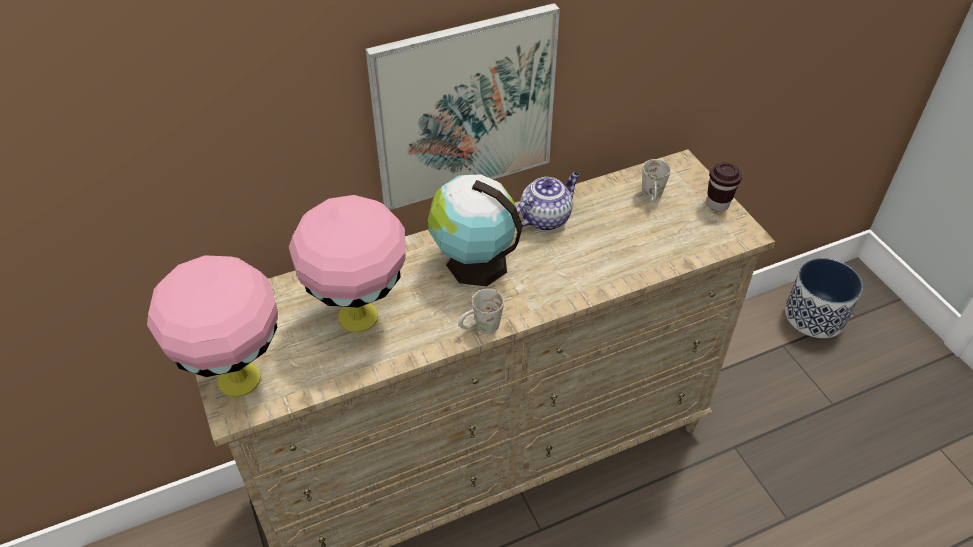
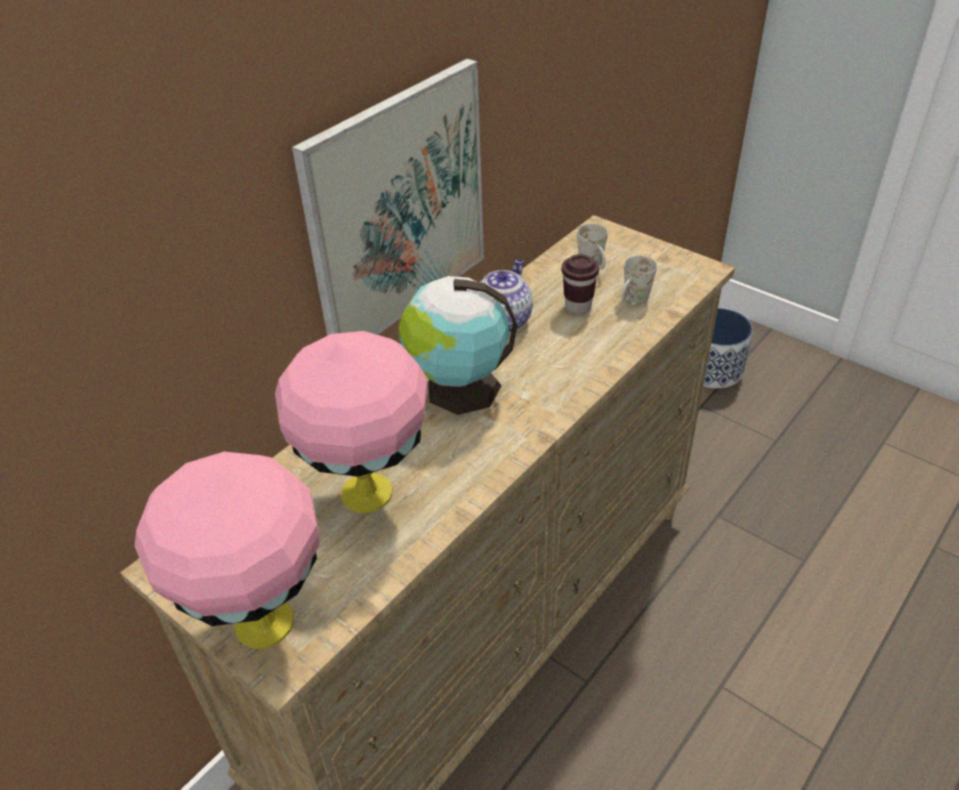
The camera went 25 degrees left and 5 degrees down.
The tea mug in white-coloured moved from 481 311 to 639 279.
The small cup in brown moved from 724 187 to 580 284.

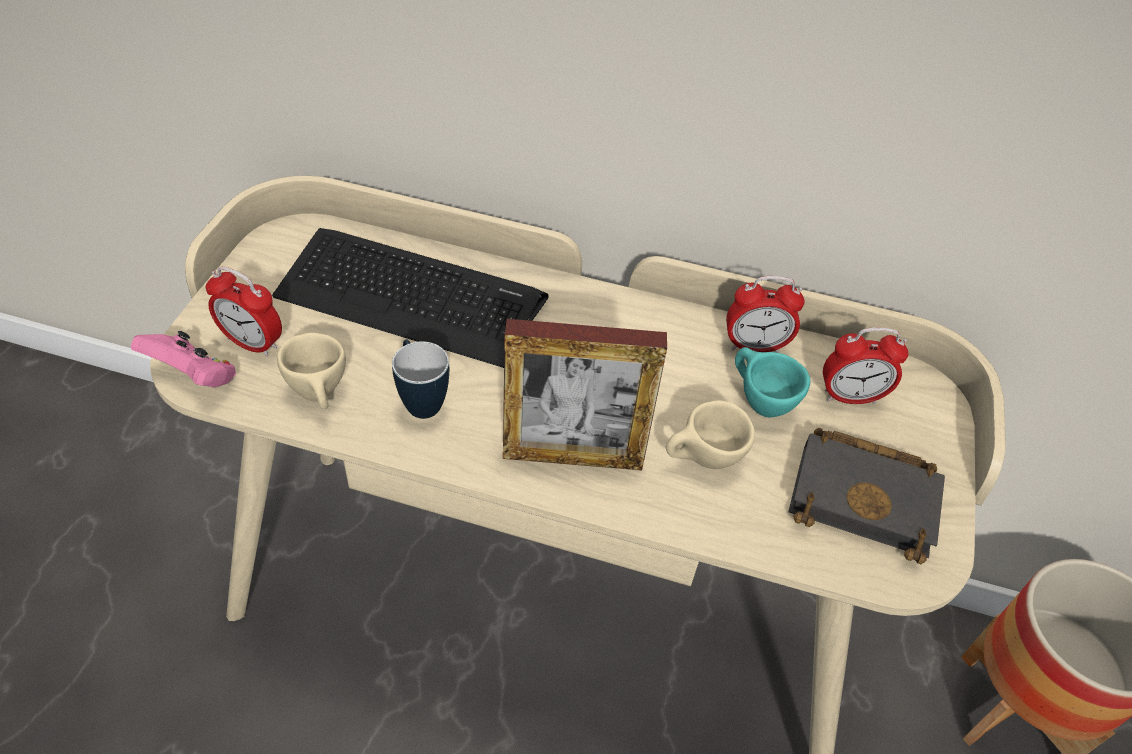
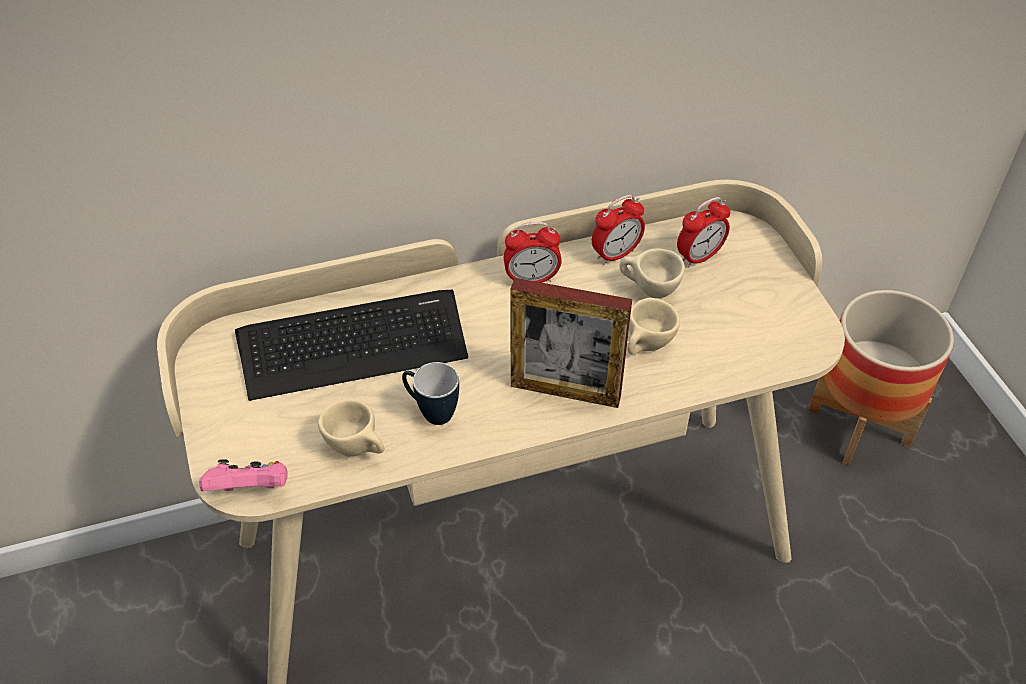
The camera went 30 degrees left and 0 degrees up.
The book in black at 866 496 disappeared.
The alarm clock moved from 243 312 to 533 252.
The small cup in turquoise-coloured at 773 382 became the small cup in beige-coloured at 652 274.
The standing frame at 585 394 turned 45 degrees clockwise.

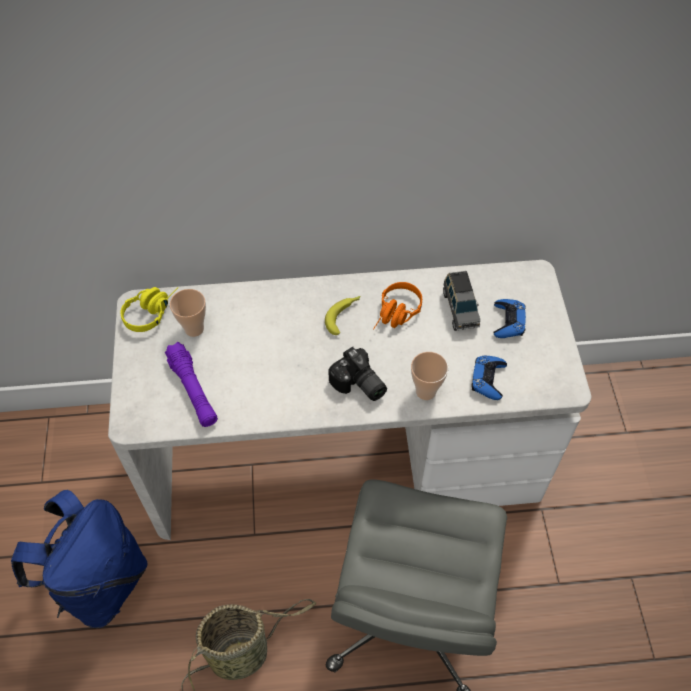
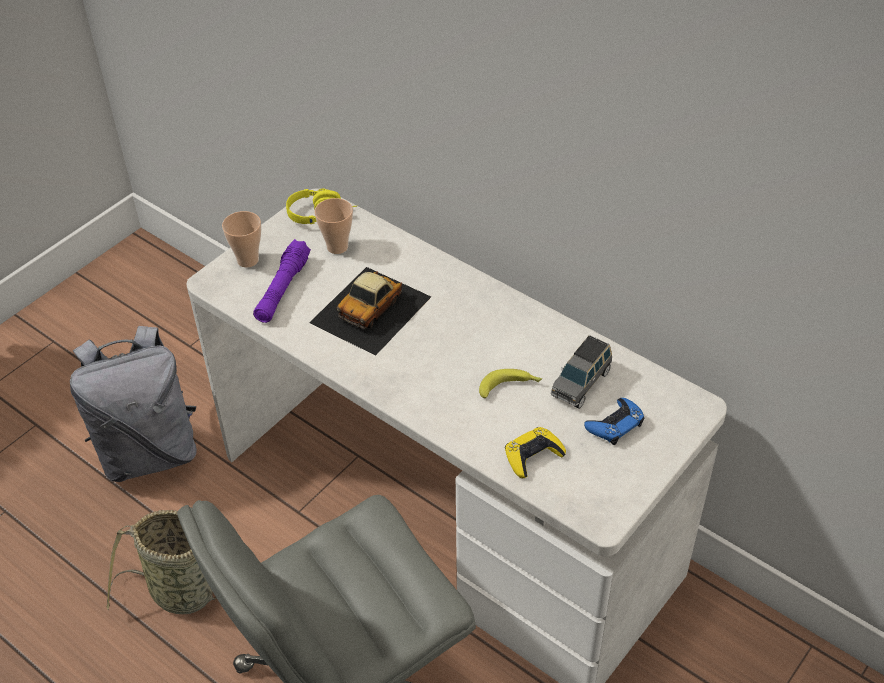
The camera went 45 degrees right and 10 degrees down.
The still camera at 357 374 disappeared.
The headphones in orange at 397 306 disappeared.
The toy car at 370 311 appeared.
The whole banana moved from 342 315 to 510 383.
The small cup moved from 429 376 to 241 239.
The rucksack in bluish at 79 559 became the rucksack in greyish at 133 404.
The game controller in bluish at 489 377 became the game controller in yellowish at 535 452.

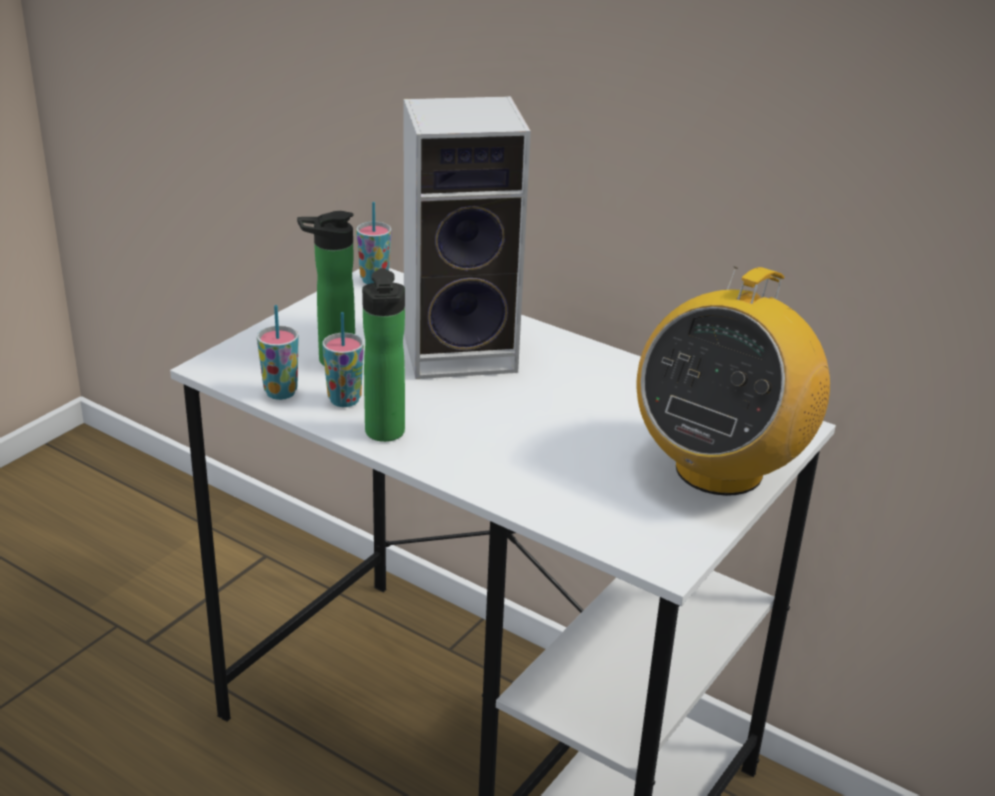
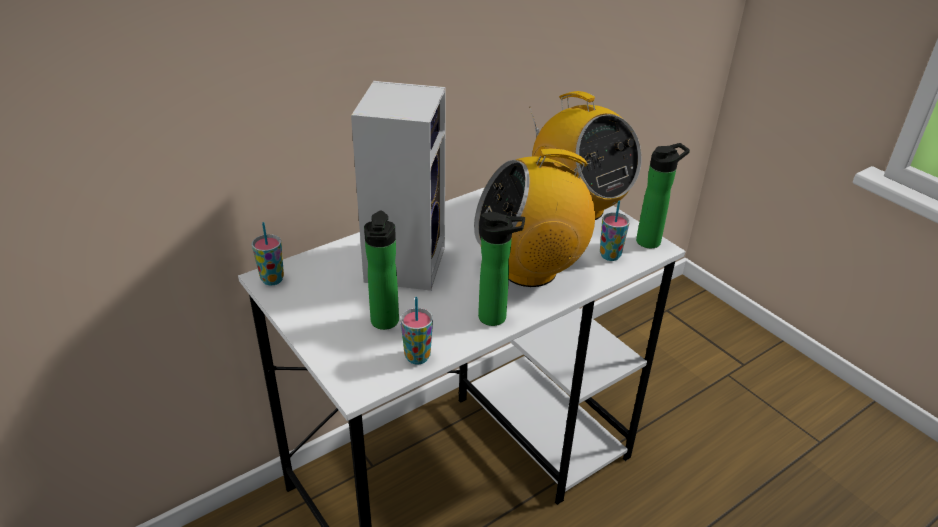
The camera went 70 degrees left and 5 degrees up.
The radio set at 534 218 appeared.
The bottle at 663 195 appeared.
The small cup moved from 343 359 to 615 230.

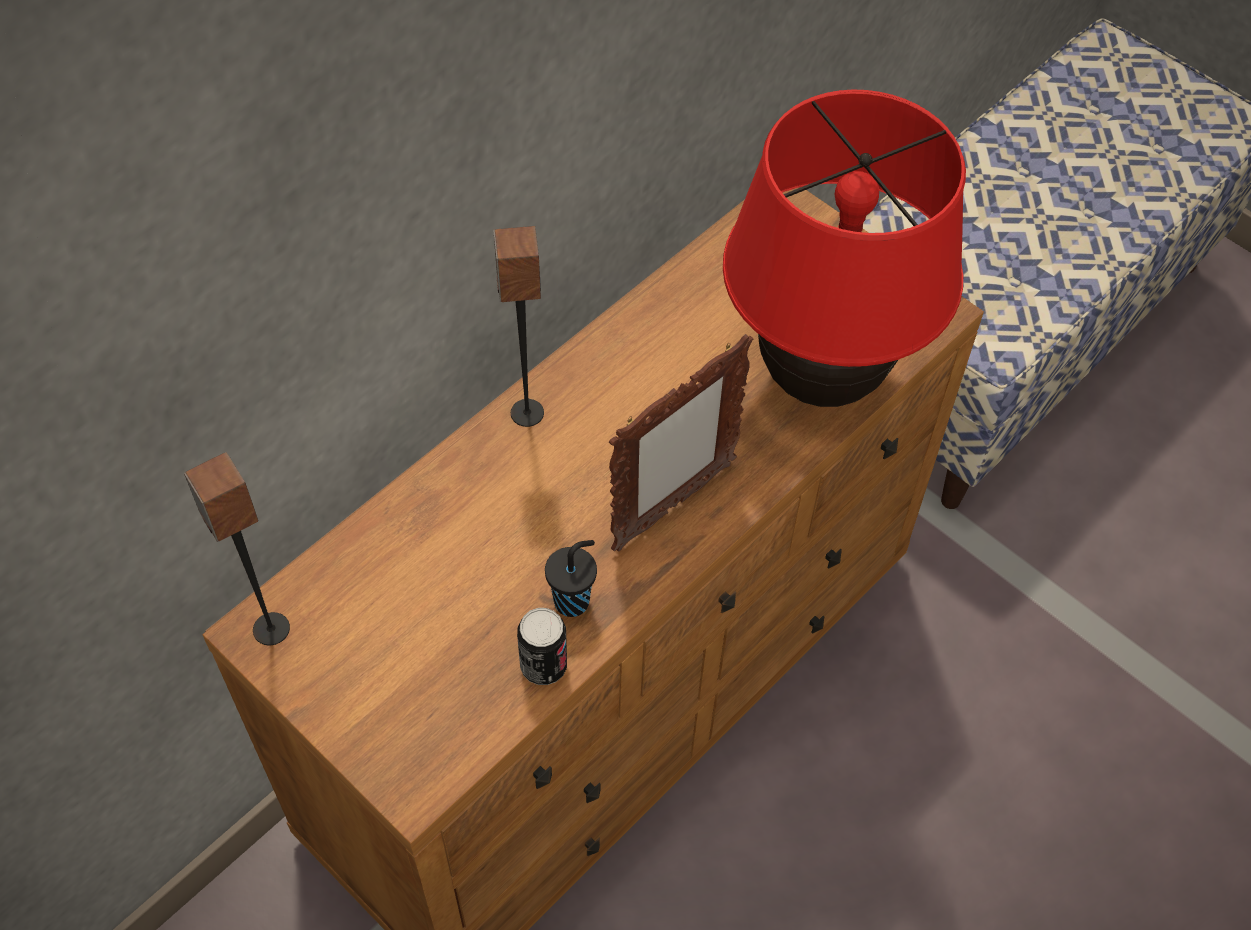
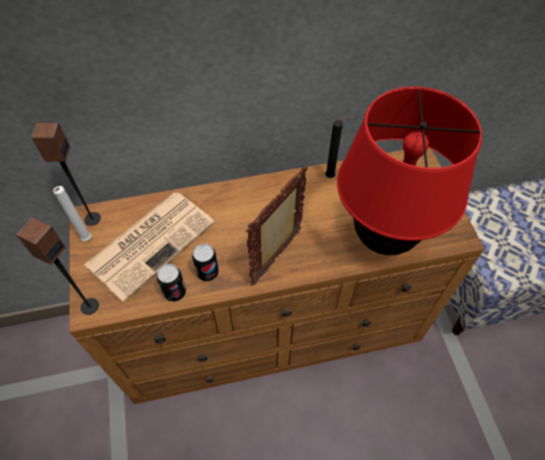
The camera went 35 degrees right and 0 degrees up.
The candle in white-coloured at 72 213 appeared.
The newspaper at 149 247 appeared.
The candle in black at 337 147 appeared.
The audio speaker moved from 518 326 to 57 266.
The small cup in black at 571 578 was replaced by the can at 205 262.
The standing frame at 681 443 turned 135 degrees clockwise.

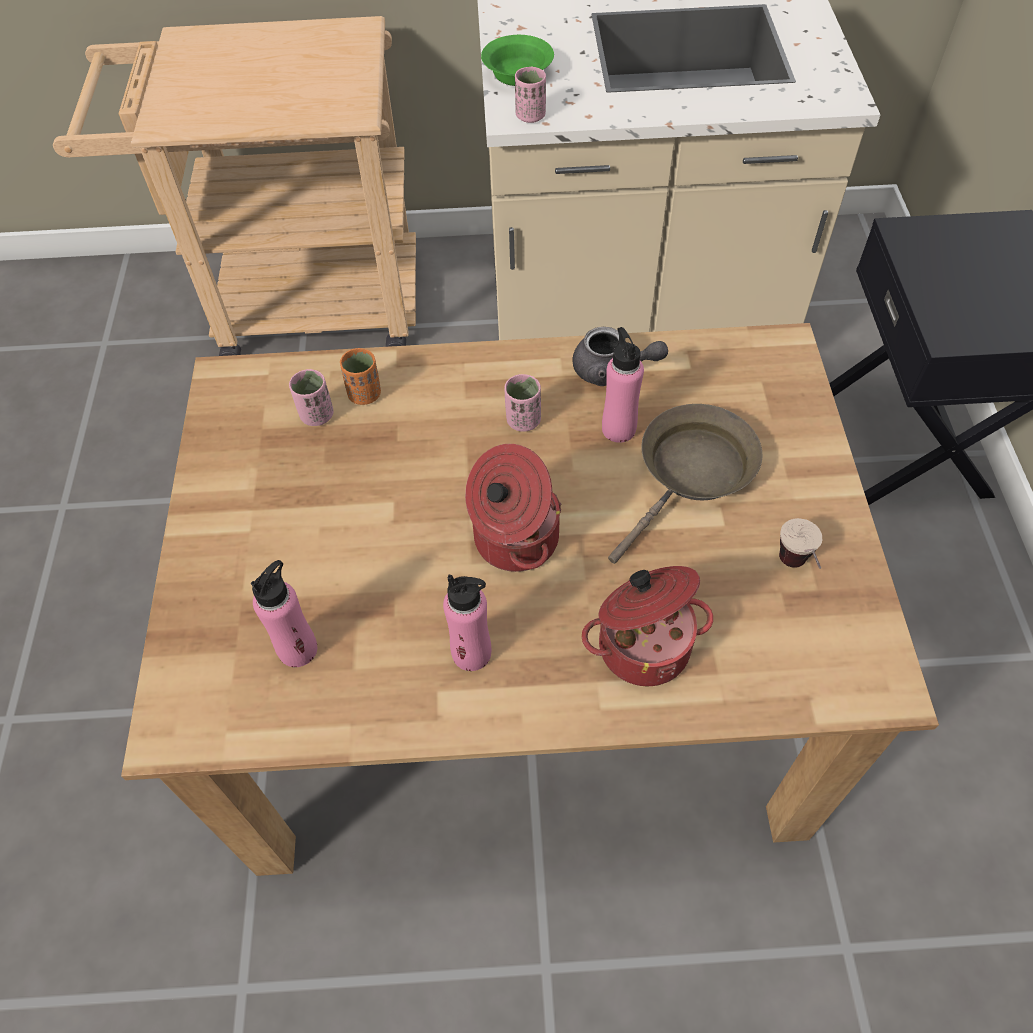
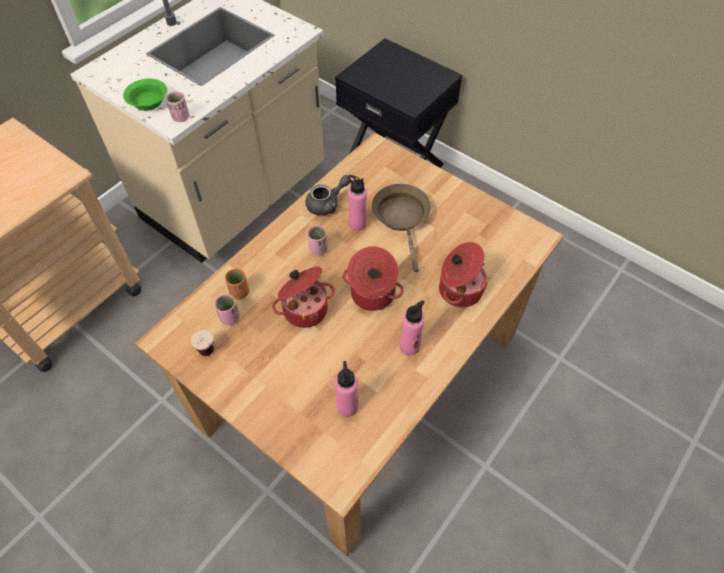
The camera went 50 degrees left and 0 degrees up.
The saucepot at 303 297 appeared.
The small cup moved from 800 543 to 205 343.

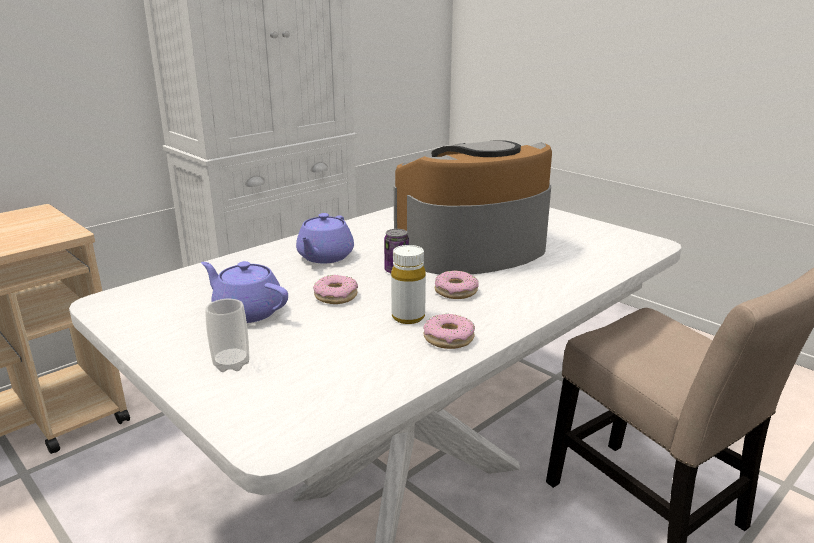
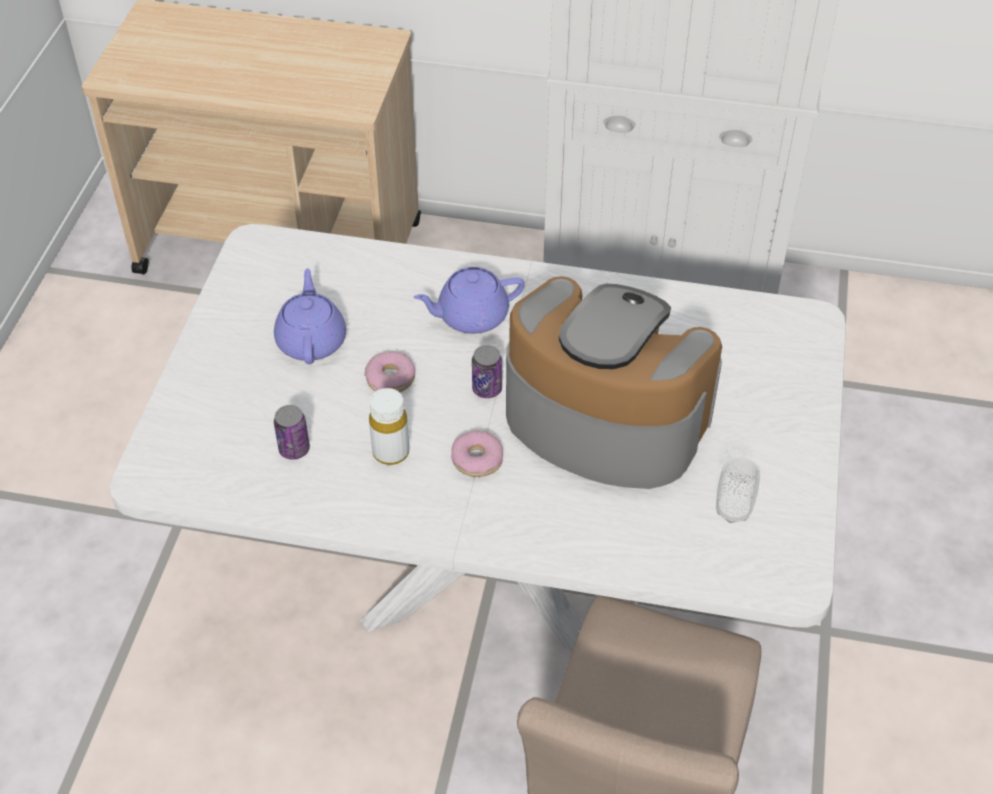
The camera went 55 degrees right and 25 degrees up.
The doughnut at 449 331 disappeared.
The can at 292 432 appeared.
The small cup moved from 227 335 to 738 490.

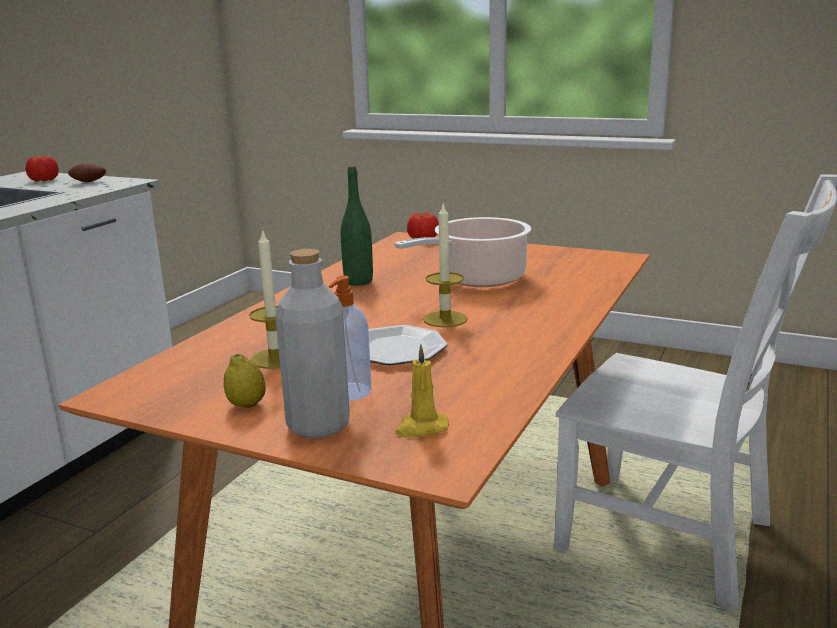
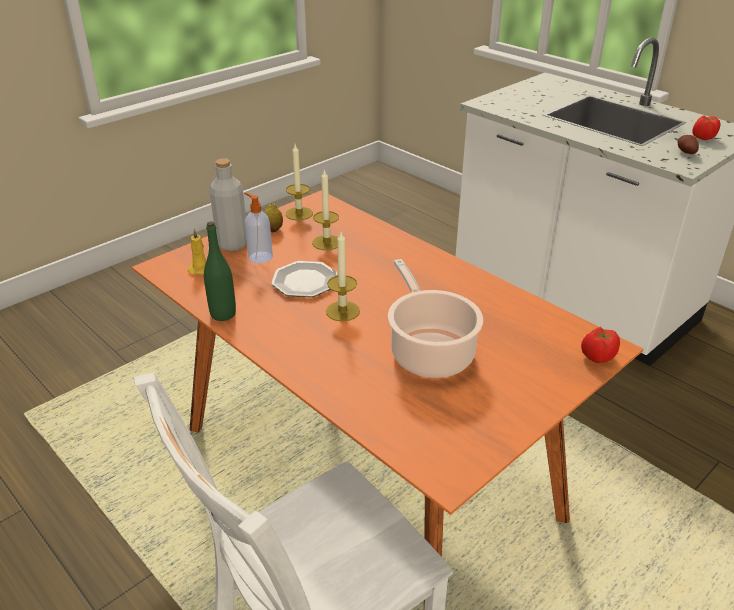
The camera went 110 degrees right and 15 degrees up.
The candle at 299 183 appeared.
The bottle in green-coloured moved from 357 226 to 220 271.

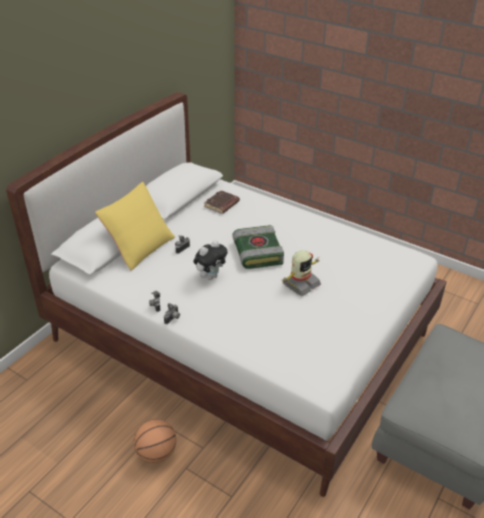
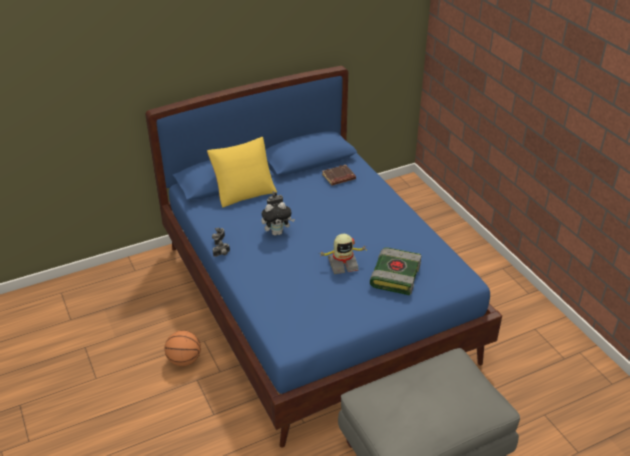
The camera went 30 degrees right and 0 degrees up.
The book moved from 258 247 to 395 271.
The bed in white-coloured at 226 294 became the bed in bluish at 323 257.

